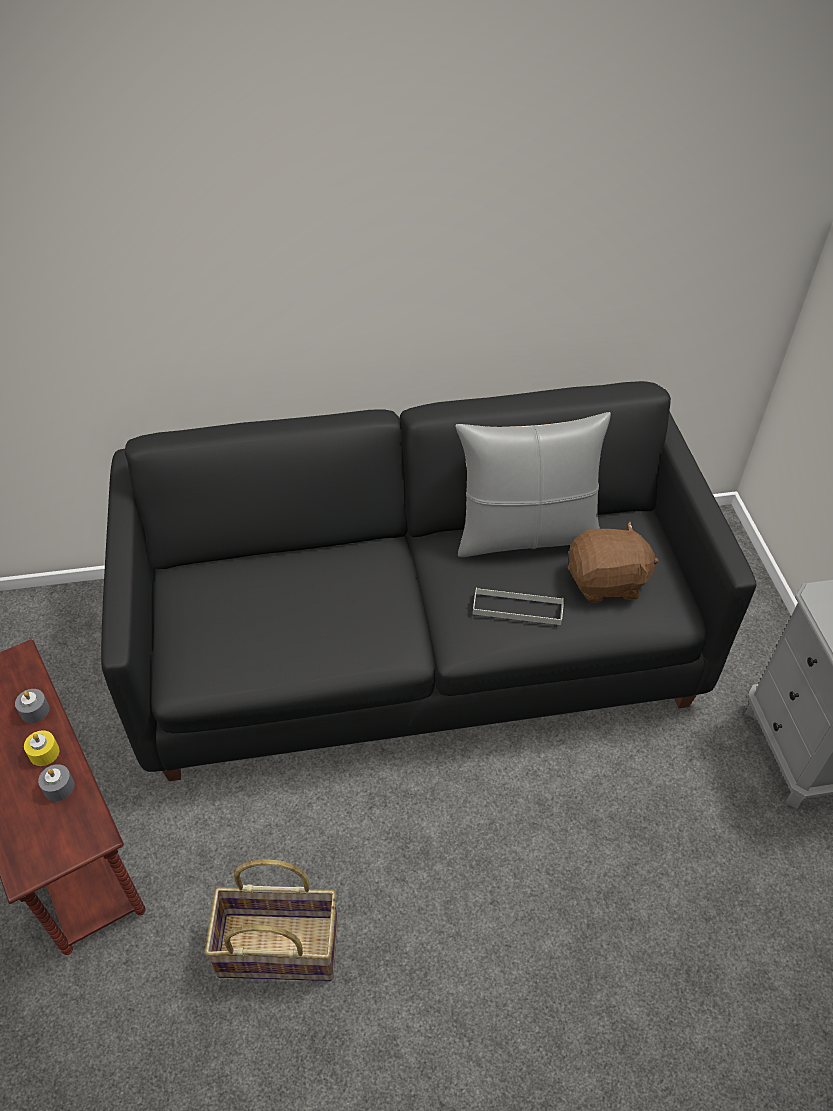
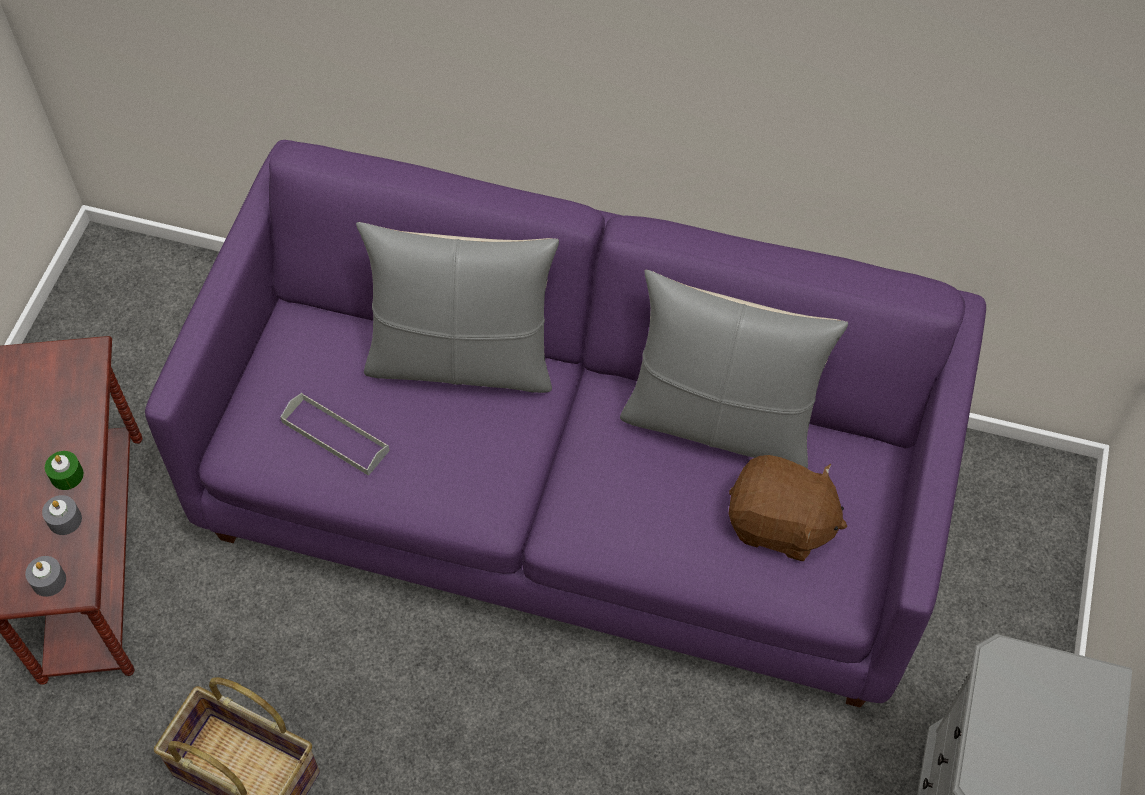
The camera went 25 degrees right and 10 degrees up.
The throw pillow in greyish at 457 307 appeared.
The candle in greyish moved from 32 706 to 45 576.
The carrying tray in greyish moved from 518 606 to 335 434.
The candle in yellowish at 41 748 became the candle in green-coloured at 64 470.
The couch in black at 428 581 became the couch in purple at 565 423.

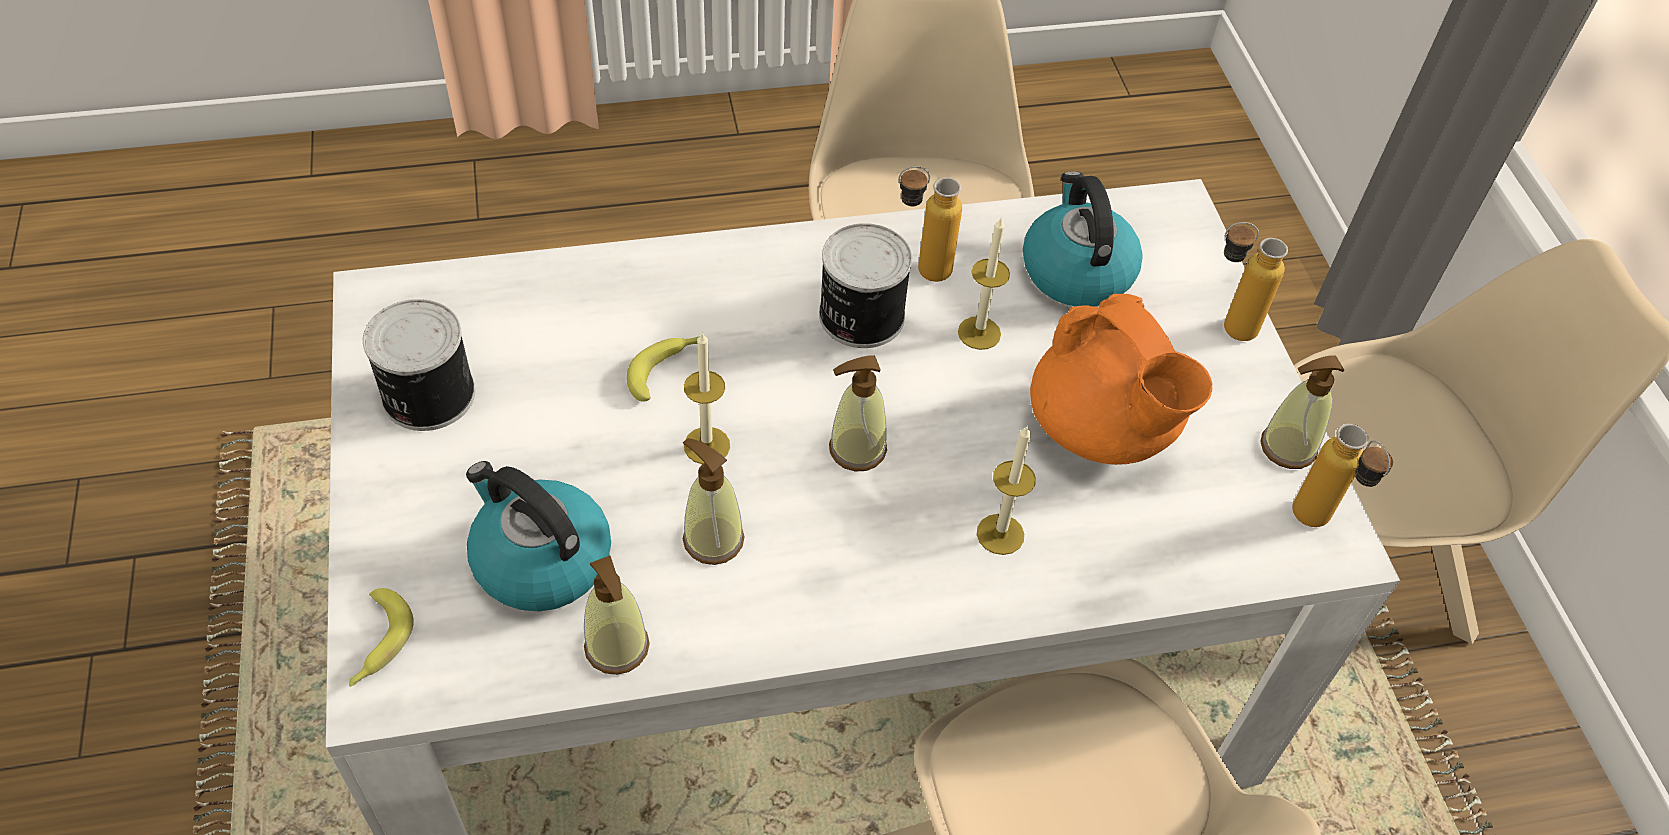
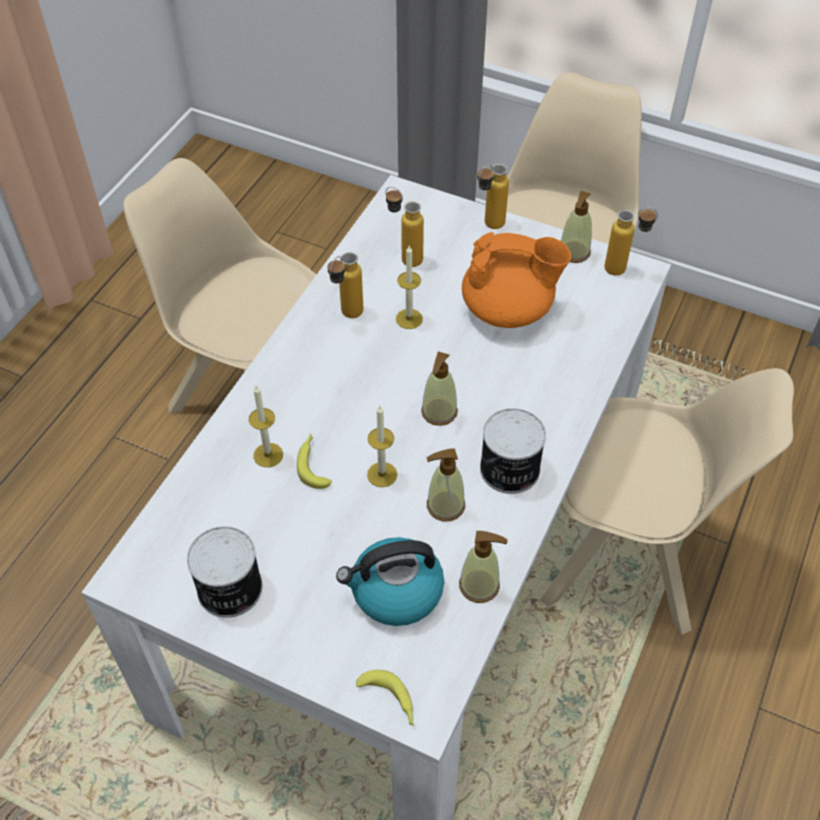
The camera went 50 degrees left and 0 degrees up.
The can moved from 865 285 to 513 451.
The candle moved from 1006 490 to 266 426.
The kettle at 1083 238 was replaced by the bottle at 405 227.

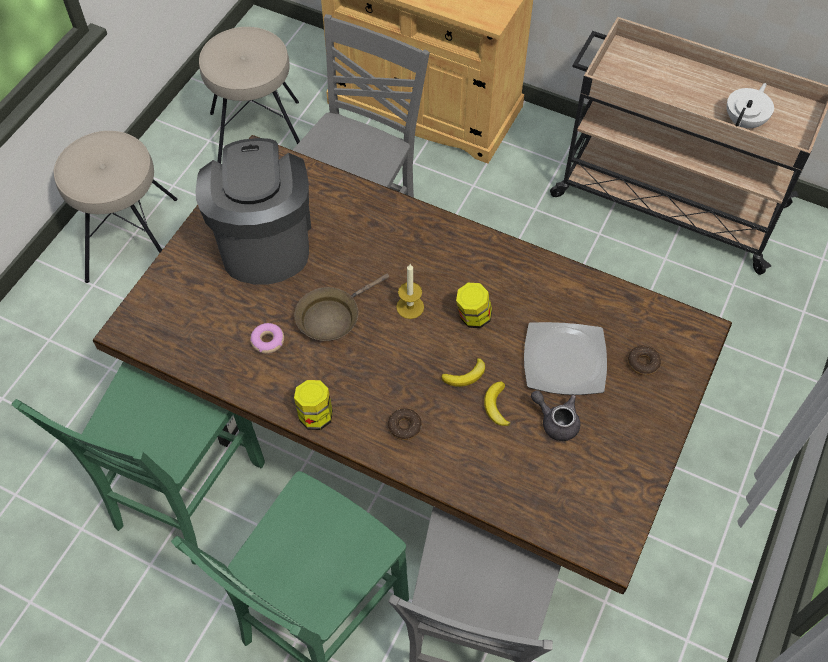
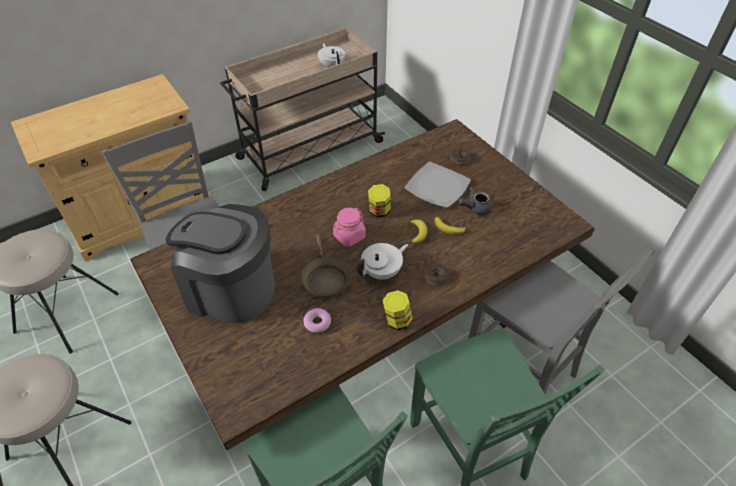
The camera went 60 degrees left and 10 degrees down.
The teapot in white-coloured at 382 261 appeared.
The candle at 410 291 was replaced by the storage jar in pinkish at 349 227.

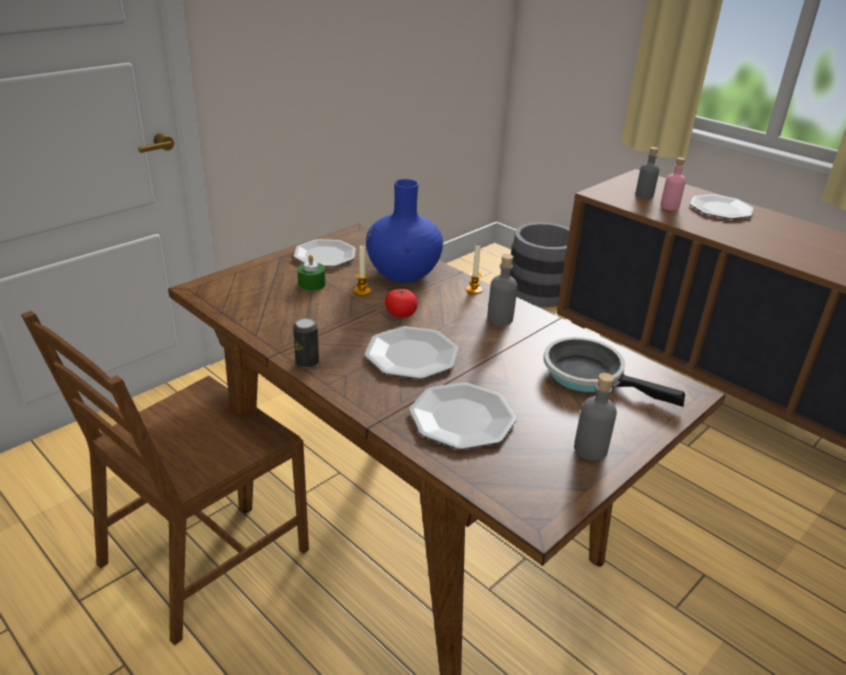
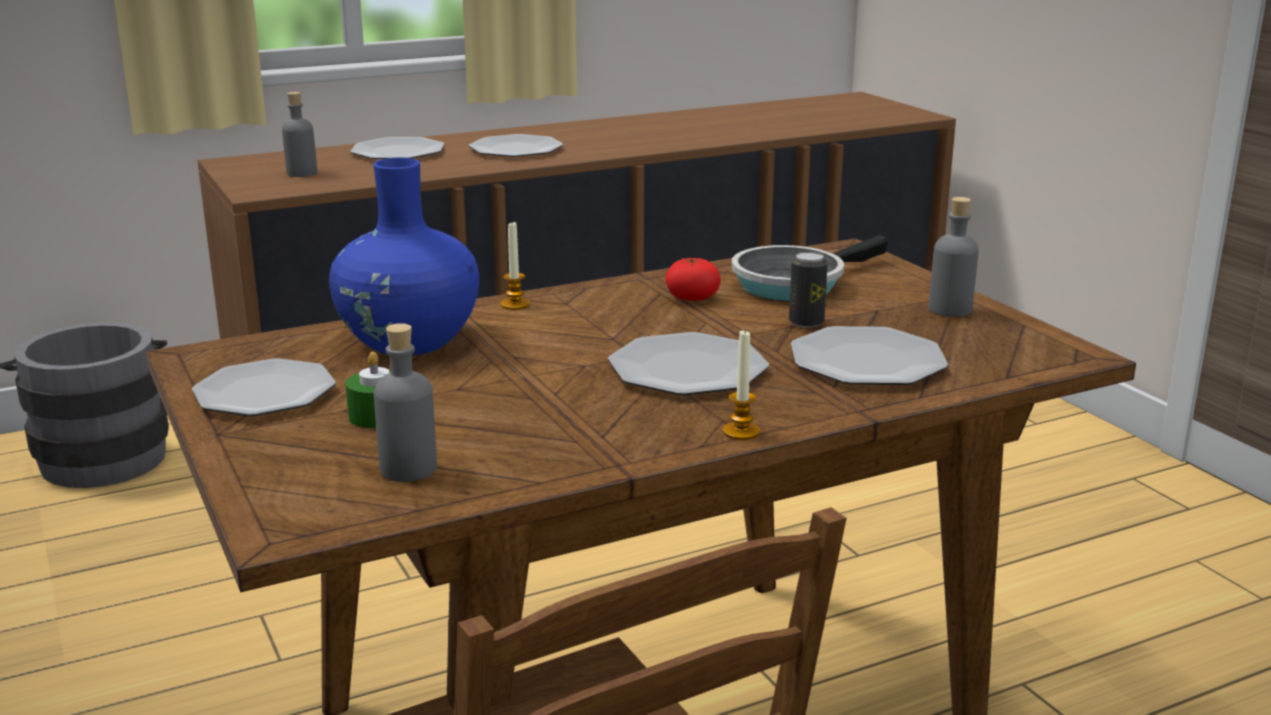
The camera went 70 degrees left and 10 degrees down.
The bottle in pinkish at 673 183 disappeared.
The plate at 516 145 appeared.
The can moved from 306 343 to 808 290.
The candle moved from 362 270 to 741 385.
The tomato moved from 401 303 to 693 279.
The bottle in greyish moved from 502 290 to 405 402.

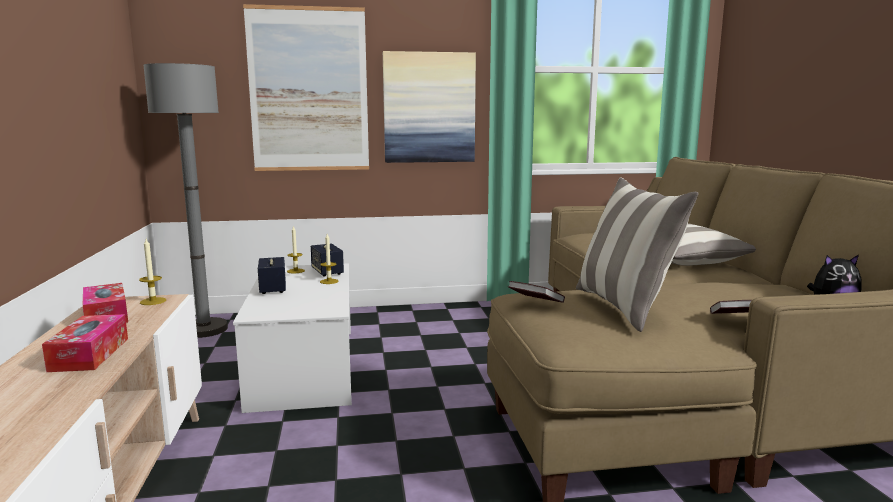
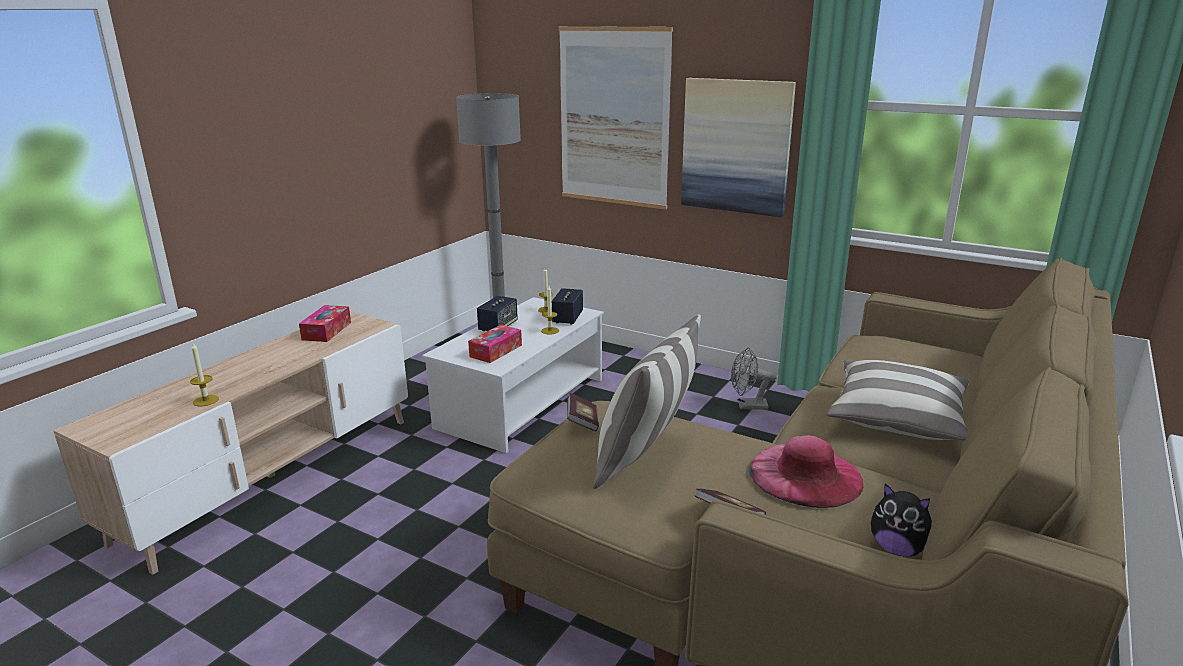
The camera went 40 degrees right and 10 degrees up.
The fan in greyish at 754 379 appeared.
The wearable hat in pinkish at 806 471 appeared.
The box of tissues moved from 85 343 to 495 344.
The candle moved from 152 272 to 204 374.

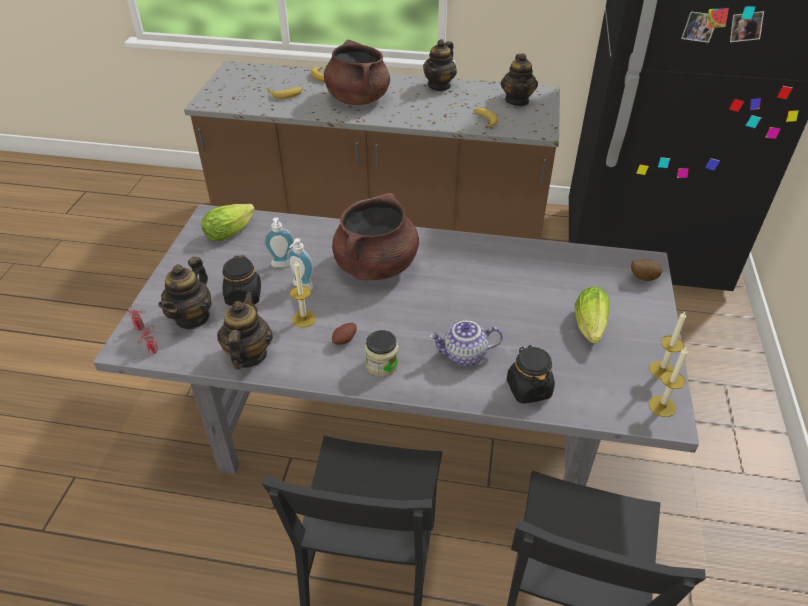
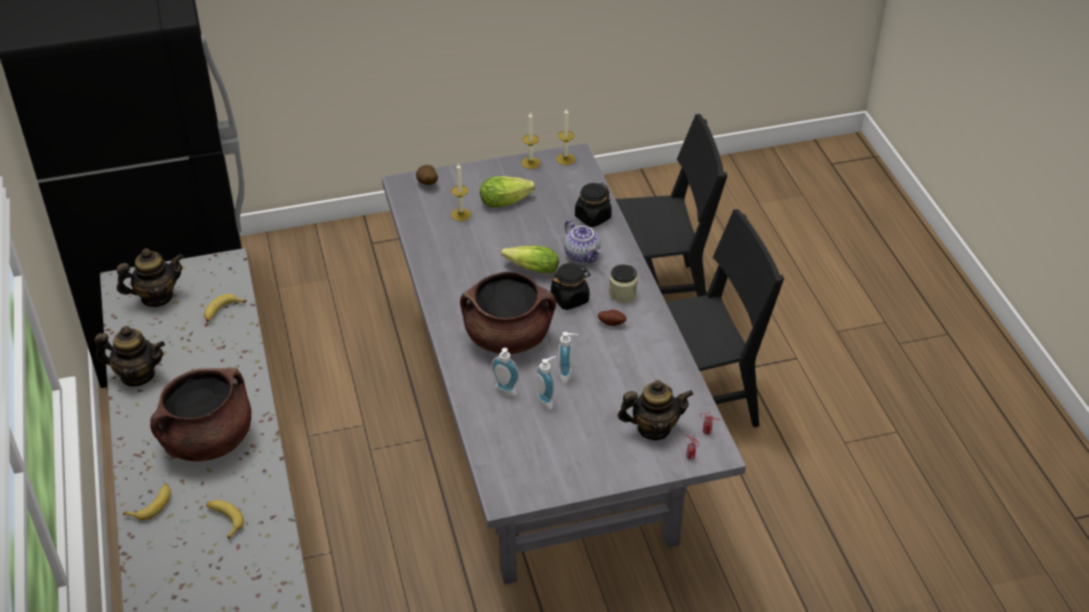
The camera went 115 degrees left and 0 degrees up.
The teapot at 245 330 disappeared.
The soap bottle at 505 372 appeared.
The lettuce head moved from 228 222 to 530 260.
The storage jar in black moved from 241 281 to 571 286.
The candle moved from 303 294 to 461 192.

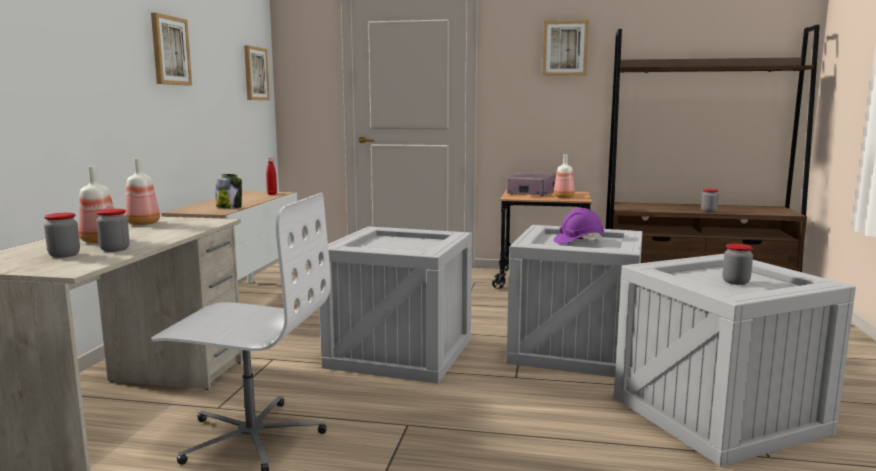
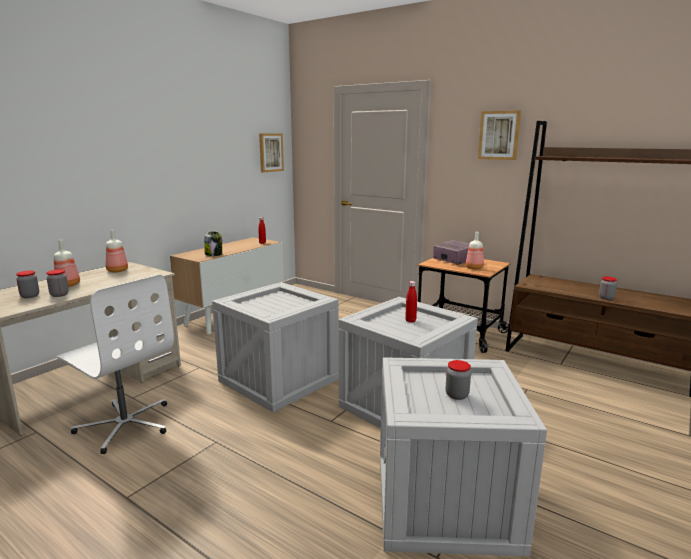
The camera went 25 degrees right and 5 degrees up.
The picture at 171 49 disappeared.
The hard hat in purple at 578 226 was replaced by the bottle in red-coloured at 411 301.

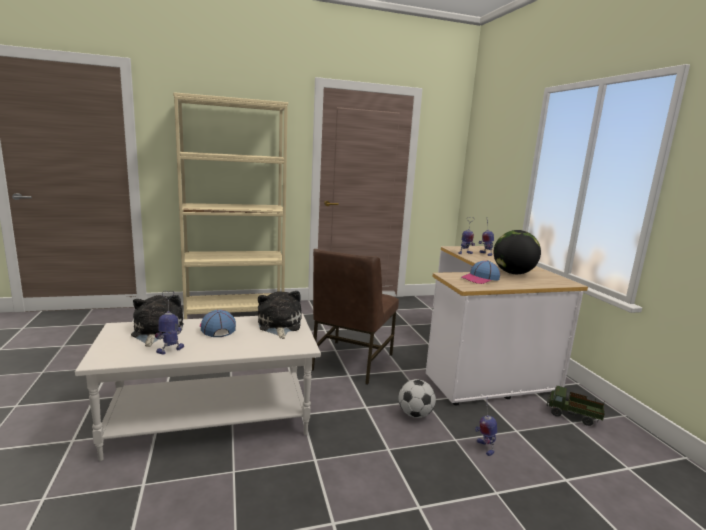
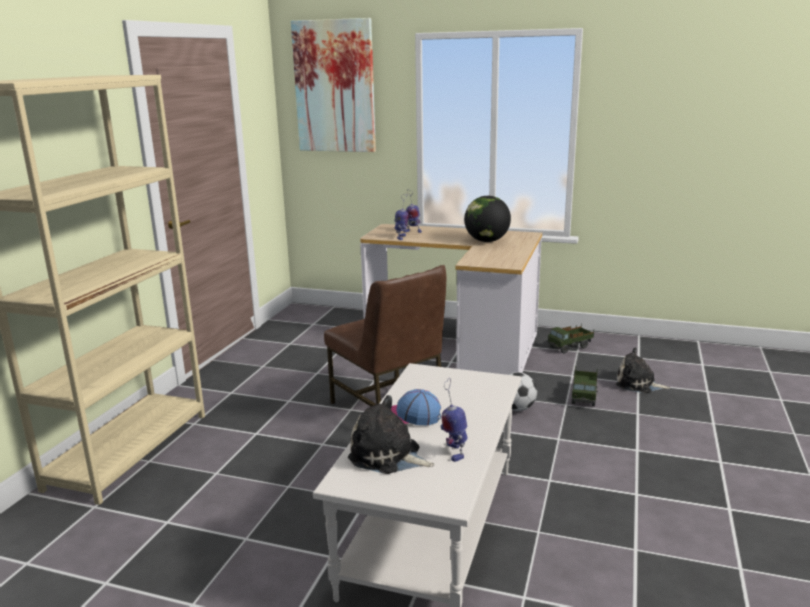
The camera went 55 degrees left and 5 degrees up.
The baseball cap at 480 272 disappeared.
The picture at 333 85 appeared.
The cuddly toy moved from 280 315 to 643 370.
The toy robot at 486 426 was replaced by the toy truck at 585 386.

